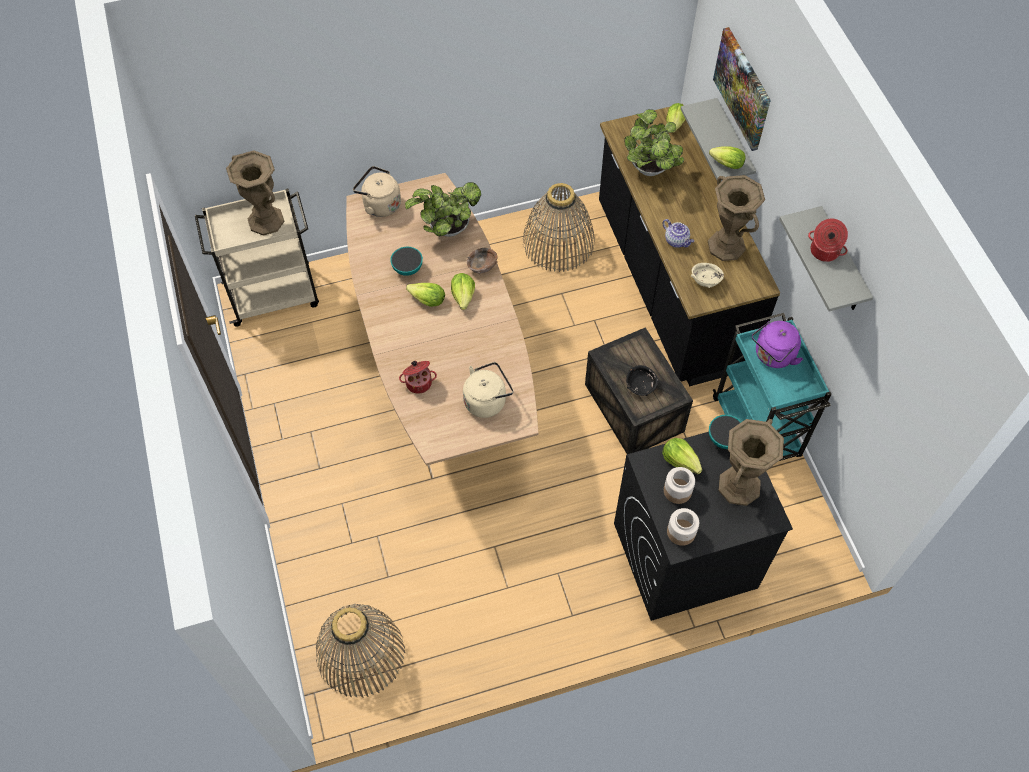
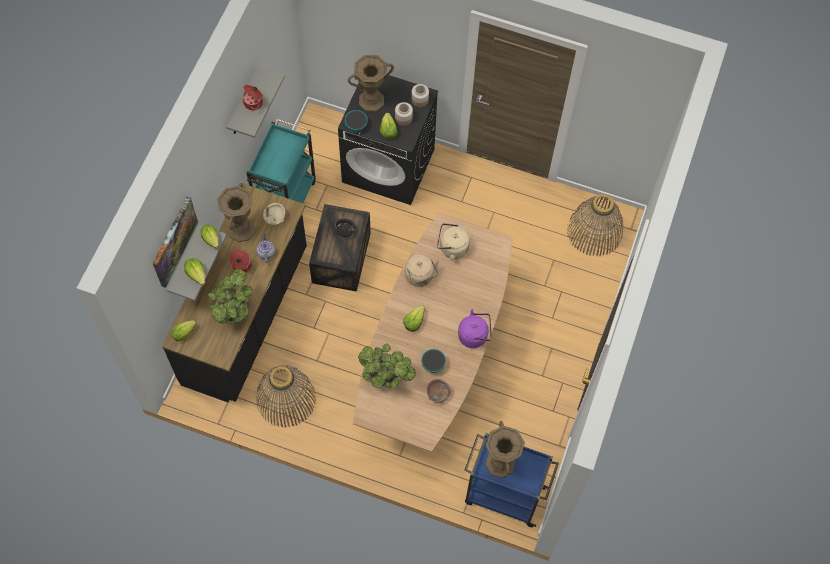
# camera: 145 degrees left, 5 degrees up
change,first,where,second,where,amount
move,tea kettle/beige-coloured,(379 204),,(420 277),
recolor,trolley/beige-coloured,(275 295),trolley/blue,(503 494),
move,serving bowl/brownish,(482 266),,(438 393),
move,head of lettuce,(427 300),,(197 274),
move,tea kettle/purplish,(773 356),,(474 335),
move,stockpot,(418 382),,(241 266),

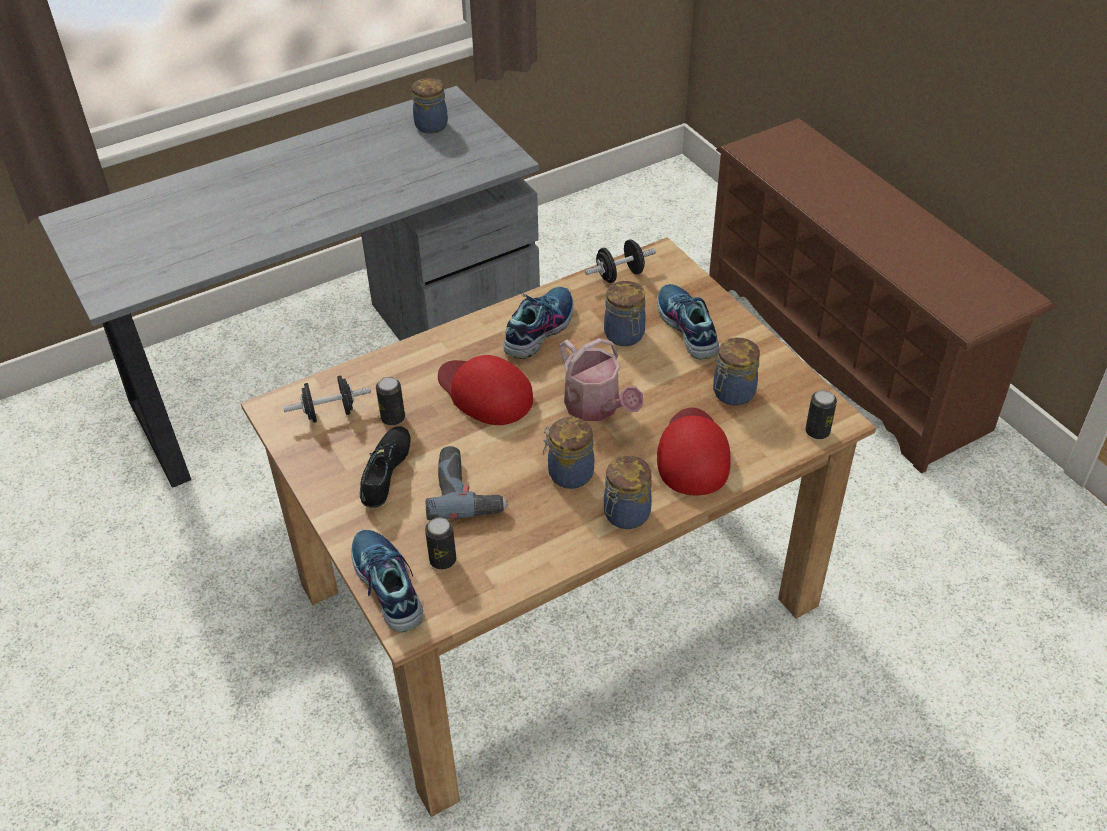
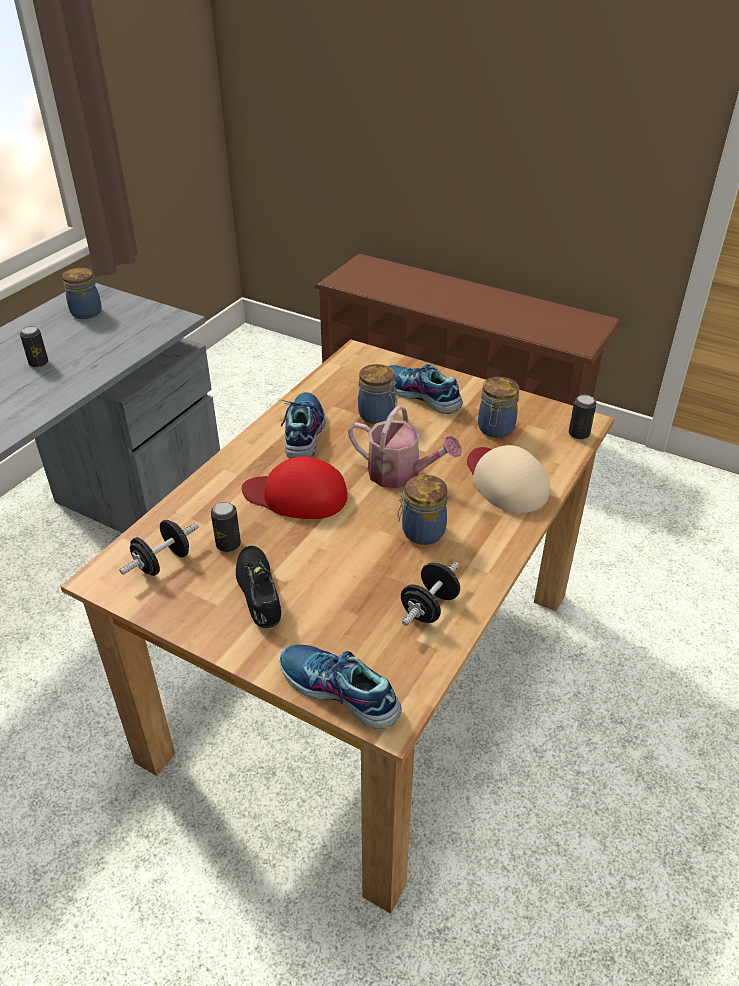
# camera: 30 degrees left, 5 degrees down
change,first,where,second,where,amount
move,dumbbell/blackish,(619 275),,(429 607),
recolor,peaked cap/reddish,(693 454),peaked cap/beige-coloured,(505 481),
delete,electric drill,(467 490),,,
delete,preserve jar,(625 515),,,
move,can,(443 560),,(39 363),

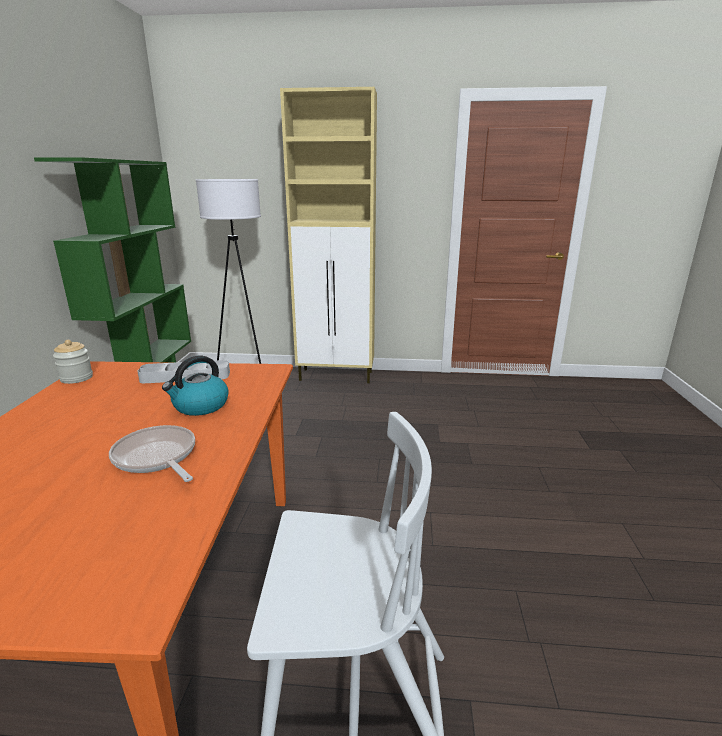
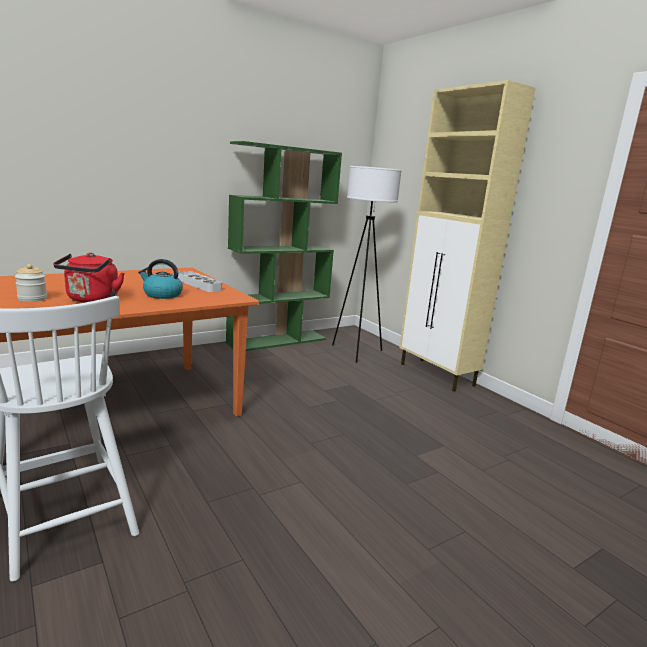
# camera: 50 degrees right, 5 degrees down
change,first,where,second,where,amount
move,preserve jar,(76 378),,(32 298),
replace,pan,(156 457),tea kettle/reddish,(91 300),

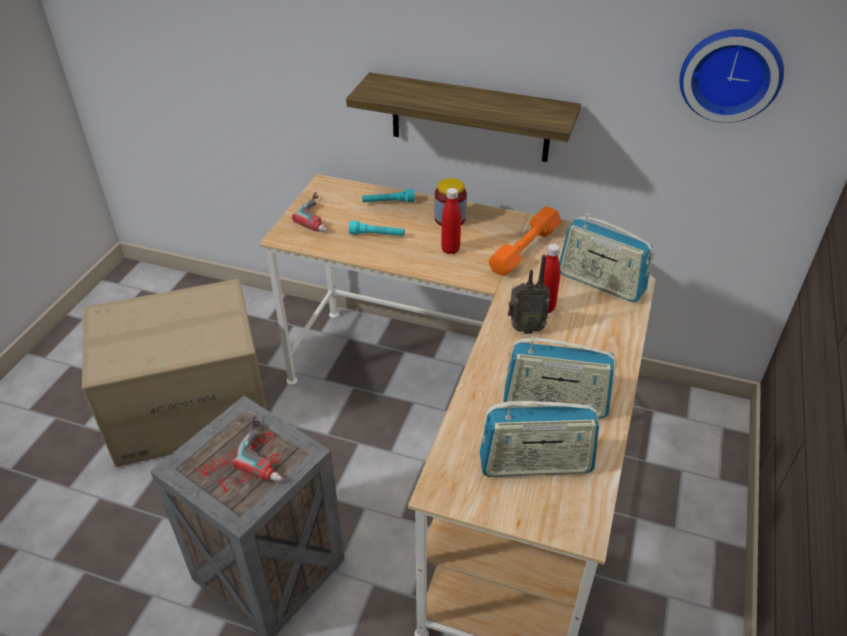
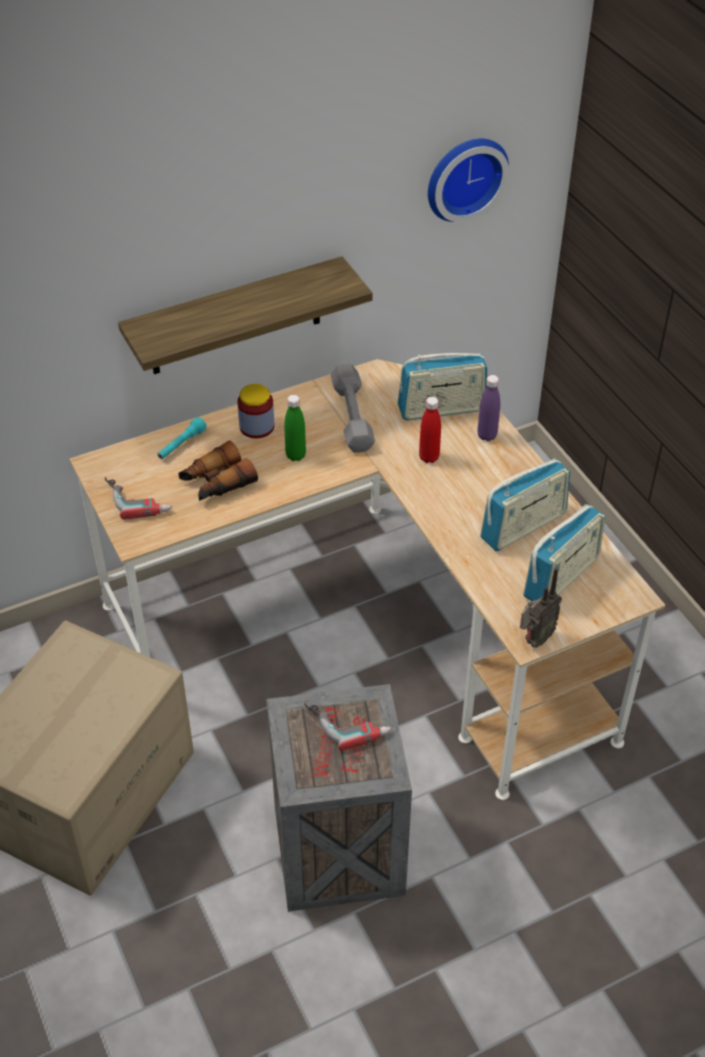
# camera: 45 degrees left, 5 degrees up
change,first,where,second,where,amount
recolor,drink bottle/reddish,(450 250),drink bottle/green-coloured,(295 455),
recolor,dumbbell/orange,(525 249),dumbbell/grey,(352 416),
replace,hand torch/turquoise-coloured,(377 235),field glasses,(216 482),
move,radio receiver,(525 328),,(535 639),
insert,,,drink bottle/purplish,(487 435),

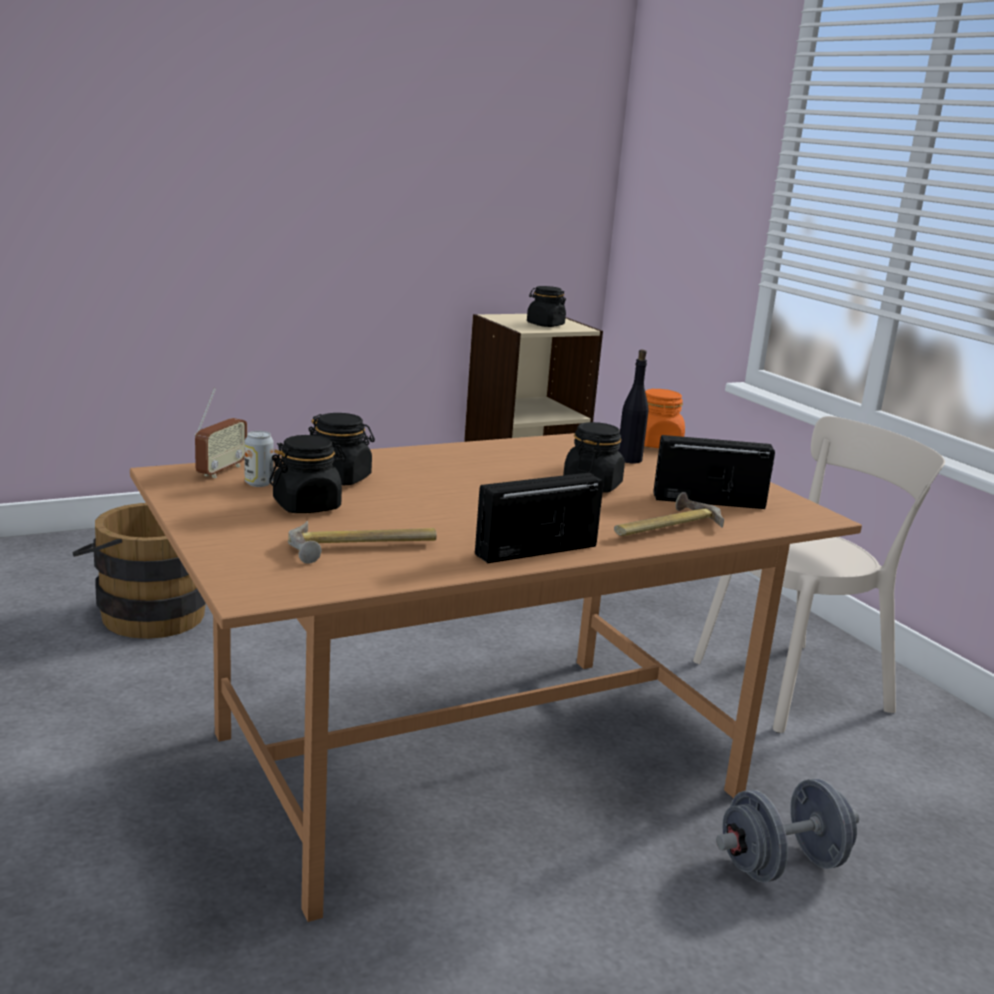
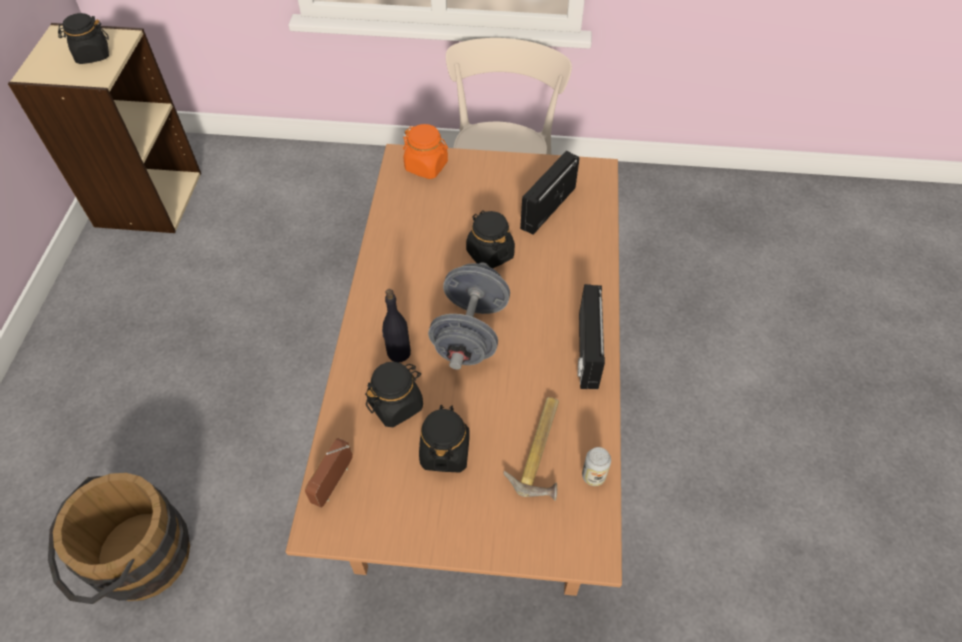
# camera: 55 degrees left, 35 degrees up
change,first,where,second,where,amount
move,drink bottle/blackish,(629 459),,(398 353),
rotate,radio receiver,(221 471),,(334 482),120 degrees counterclockwise
move,can,(259 483),,(593 476),
delete,tool hammer,(663 527),,,
move,dumbbell/grey,(782 865),,(470 333),

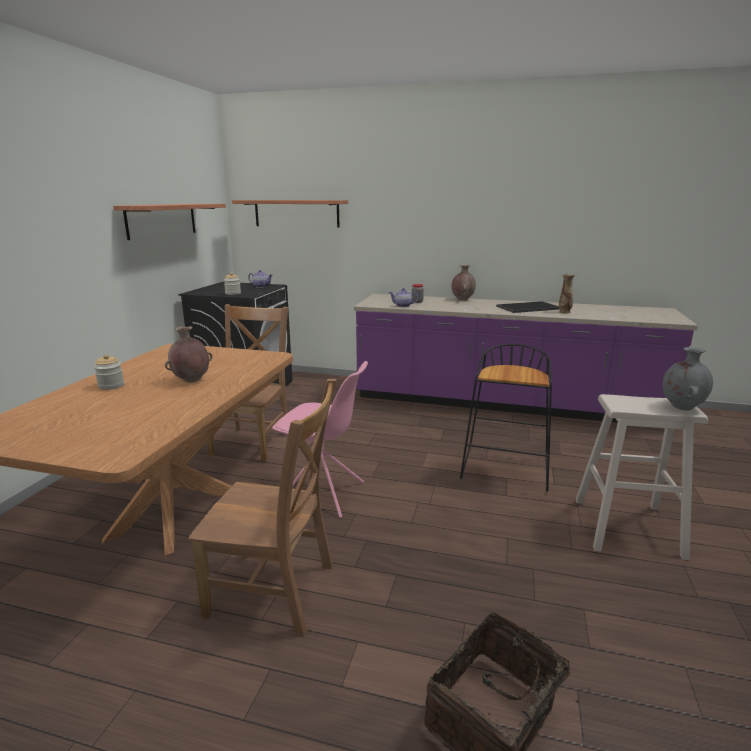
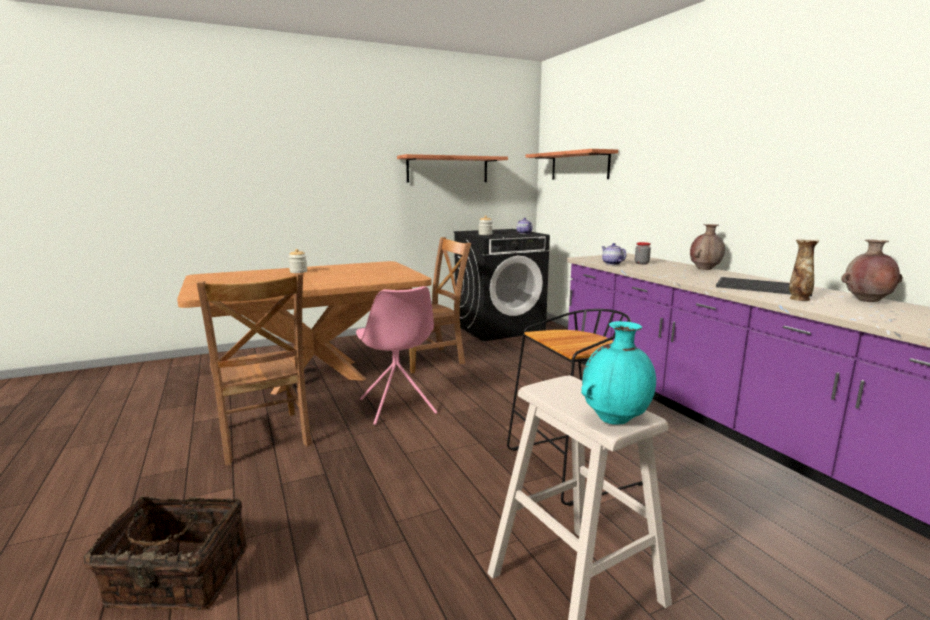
# camera: 50 degrees right, 5 degrees down
change,first,where,second,where,amount
move,flower vase/brownish,(191 380),,(866 300),
recolor,flower vase/grey,(681 407),flower vase/turquoise-coloured,(615 419),

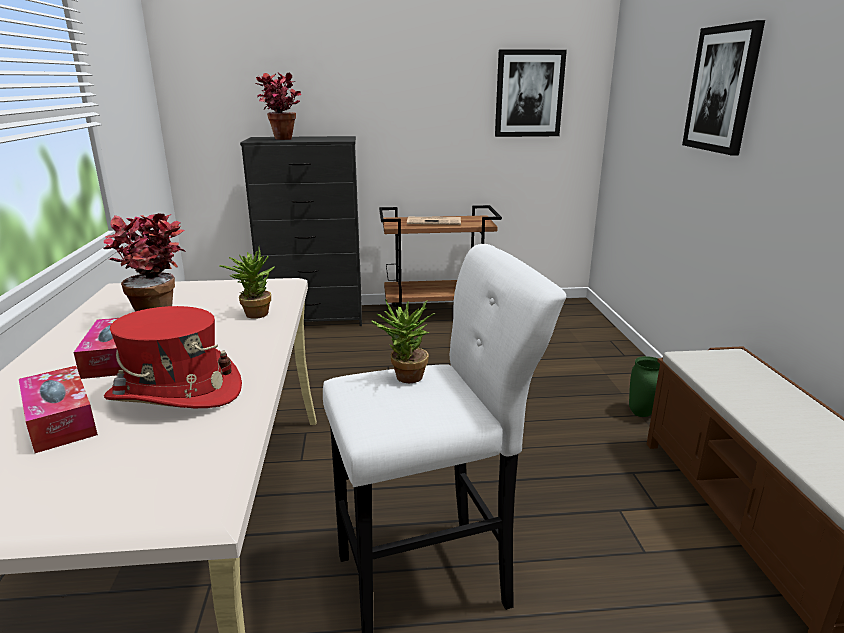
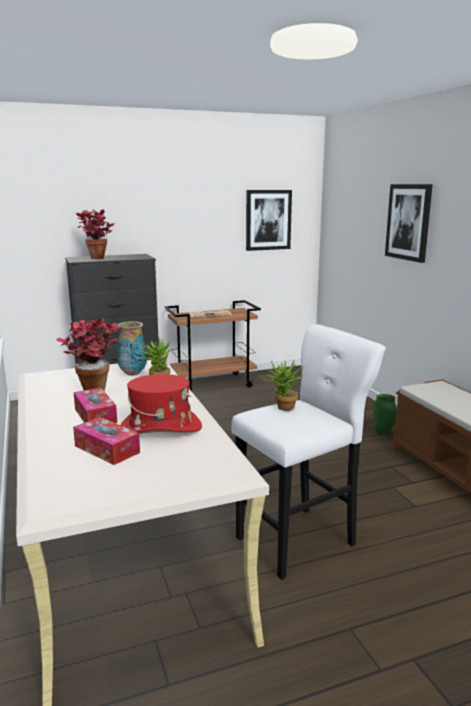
# camera: 15 degrees left, 5 degrees down
change,first,where,second,where,amount
insert,,,flower vase,(133 373),

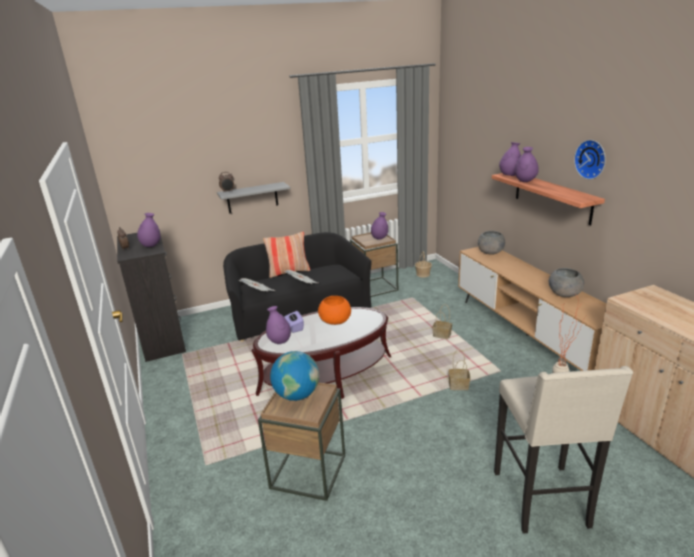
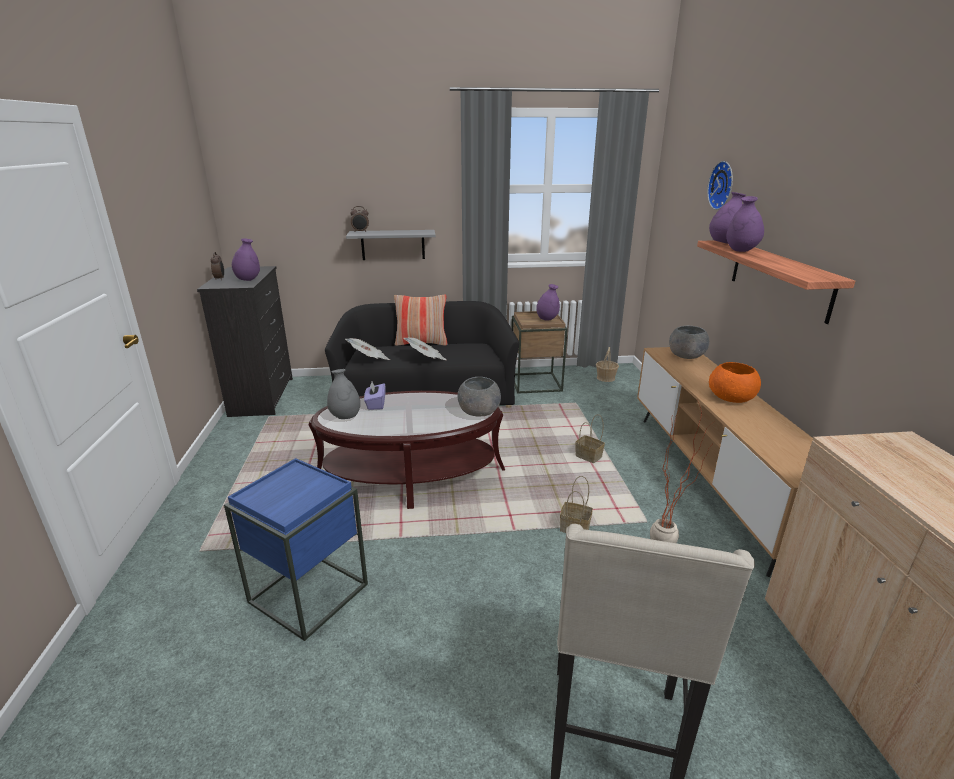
# camera: 15 degrees right, 0 degrees up
change,first,where,second,where,amount
move,hanging clock,(592 159),,(723 185),
move,serving bowl/grey,(564 294),,(479 412),
move,serving bowl/orange,(334 321),,(730 398),
recolor,flower vase/purplish,(279 341),flower vase/grey,(345 417),
delete,world globe,(297 395),,,
recolor,accent table/brownish,(308 471),accent table/blue,(308 593),

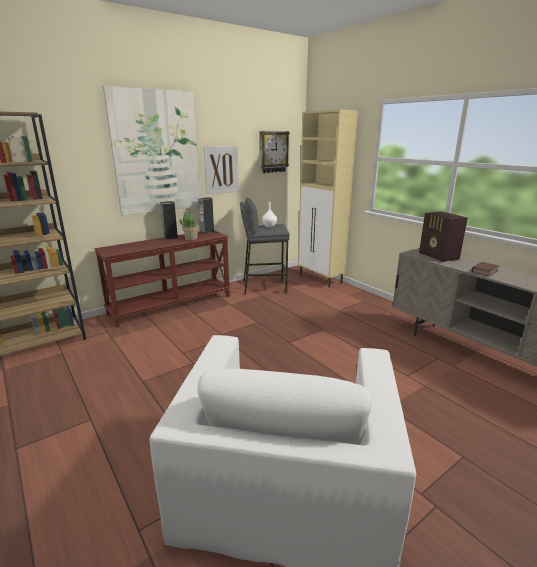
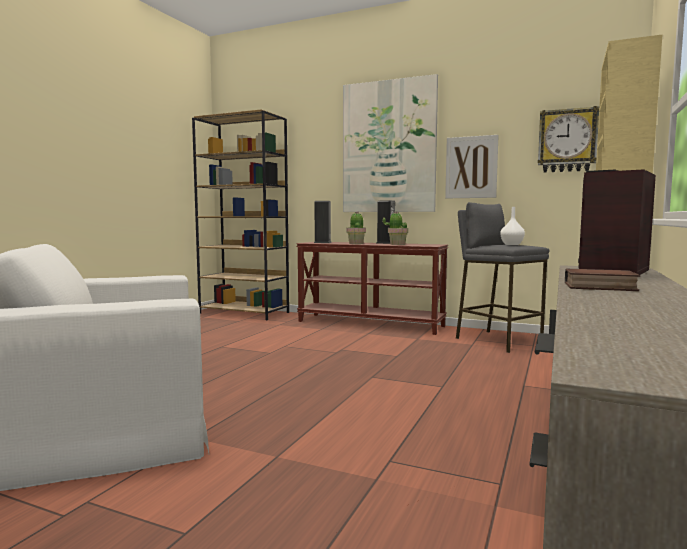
# camera: 60 degrees right, 15 degrees down
change,first,where,second,where,amount
move,speaker,(207 232),,(322 242),
insert,,,houseplant,(356 243),

